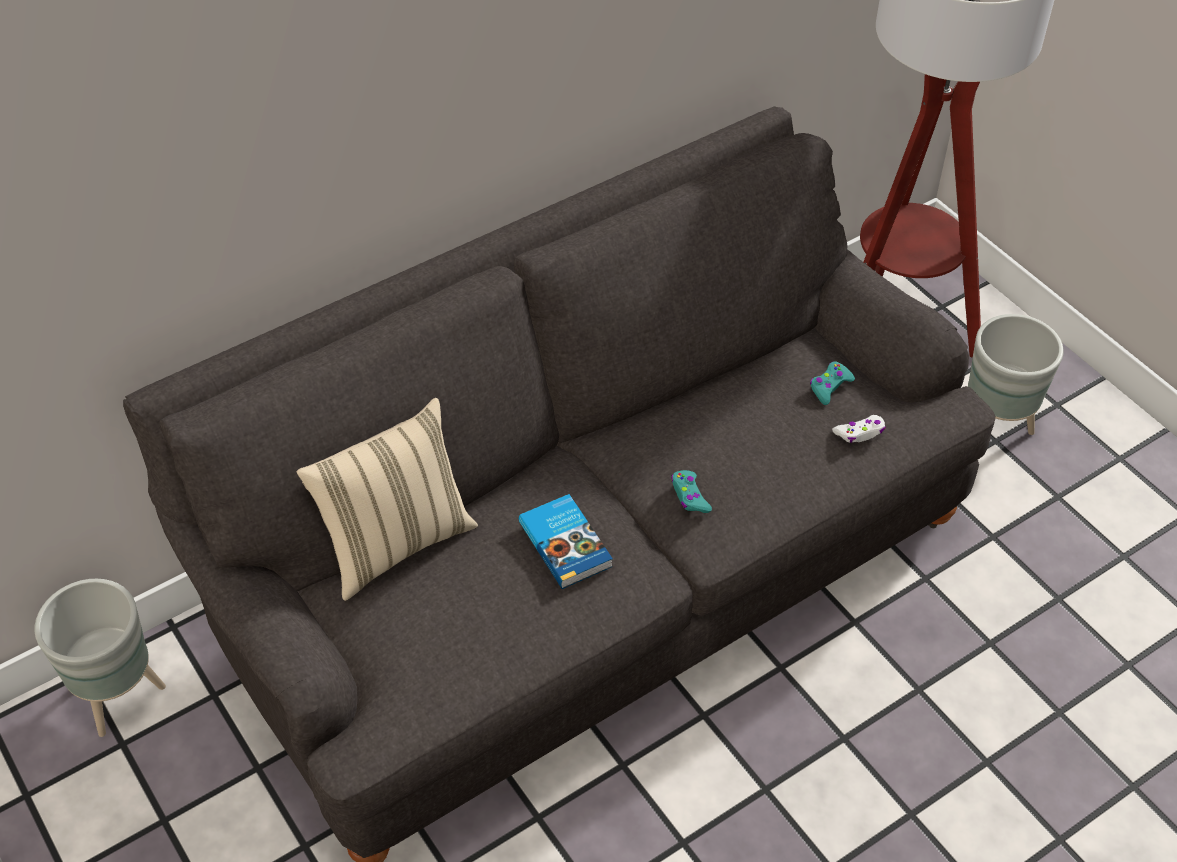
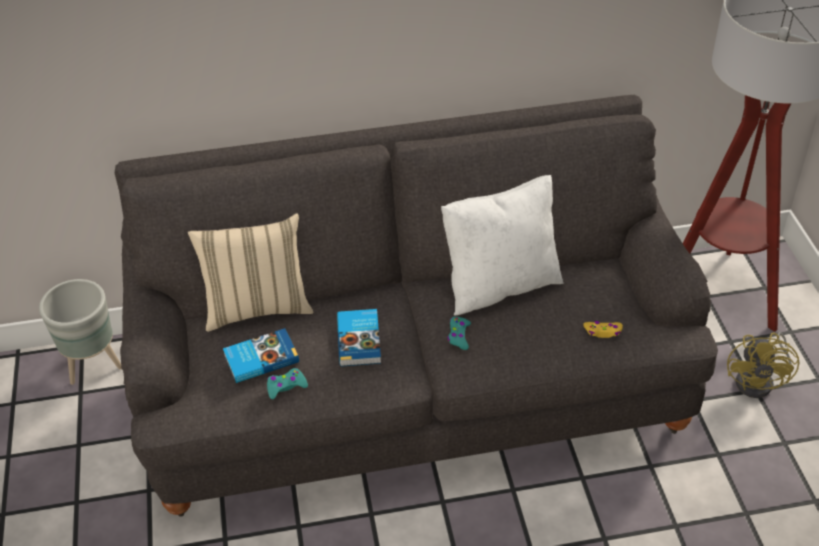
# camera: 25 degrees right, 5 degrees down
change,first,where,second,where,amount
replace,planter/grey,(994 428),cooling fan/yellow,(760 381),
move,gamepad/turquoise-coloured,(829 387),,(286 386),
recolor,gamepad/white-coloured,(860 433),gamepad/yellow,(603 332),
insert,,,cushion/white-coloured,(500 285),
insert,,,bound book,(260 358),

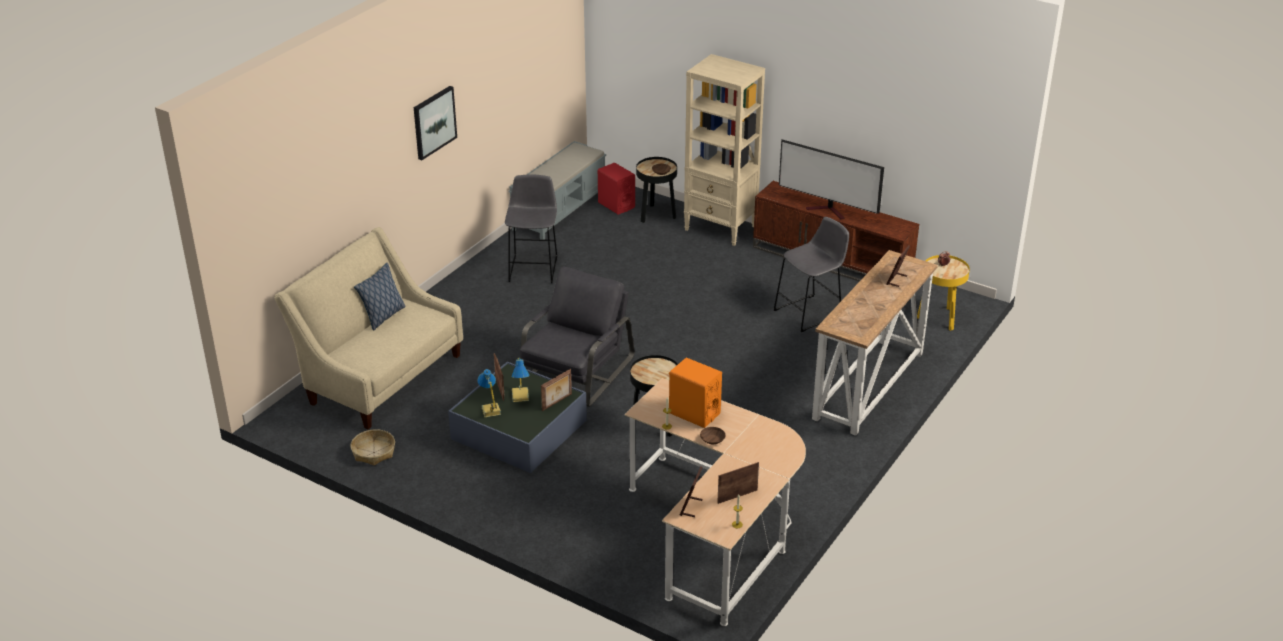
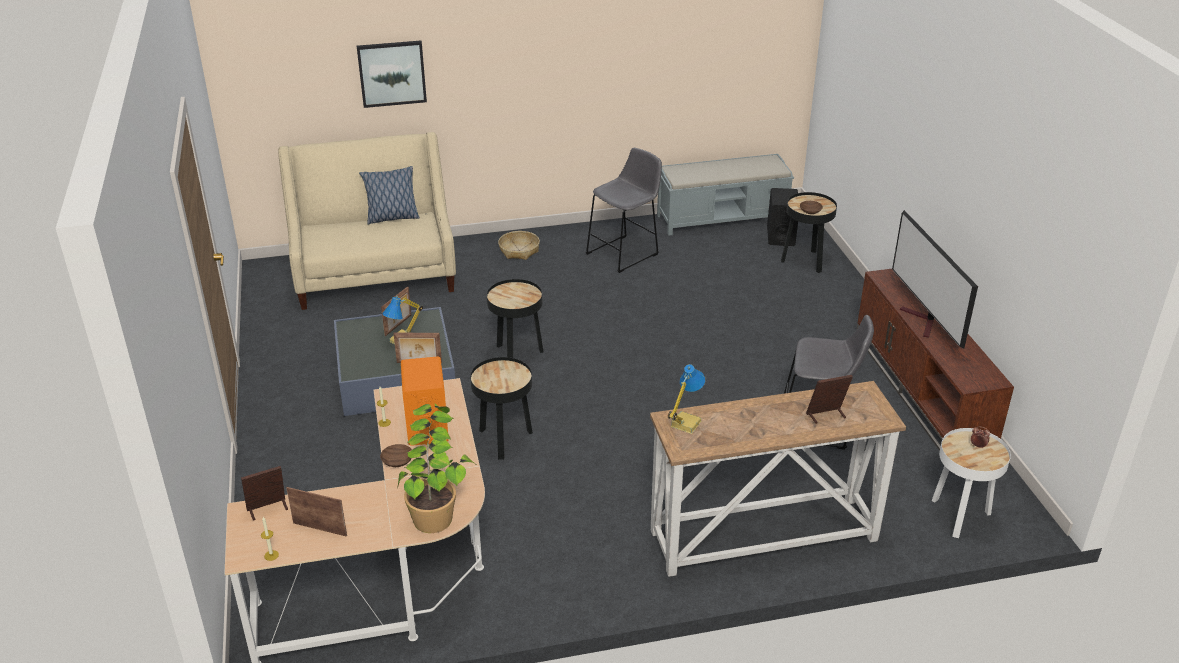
# camera: 45 degrees right, 0 degrees up
change,first,where,second,where,amount
delete,bookshelf/beige-coloured,(721 228),,,
move,wall picture,(434 122),,(392 73),
recolor,speaker/reddish,(616 205),speaker/blackish,(780 236),
recolor,accent table/yellow,(939 318),accent table/white-coloured,(959 516),
replace,easy chair/grey,(576 371),accent table/blackish,(517 355),
move,lamp for a table,(490 411),,(684 423),
move,basket,(373 452),,(519 250),
insert,,,houseplant,(437 505),

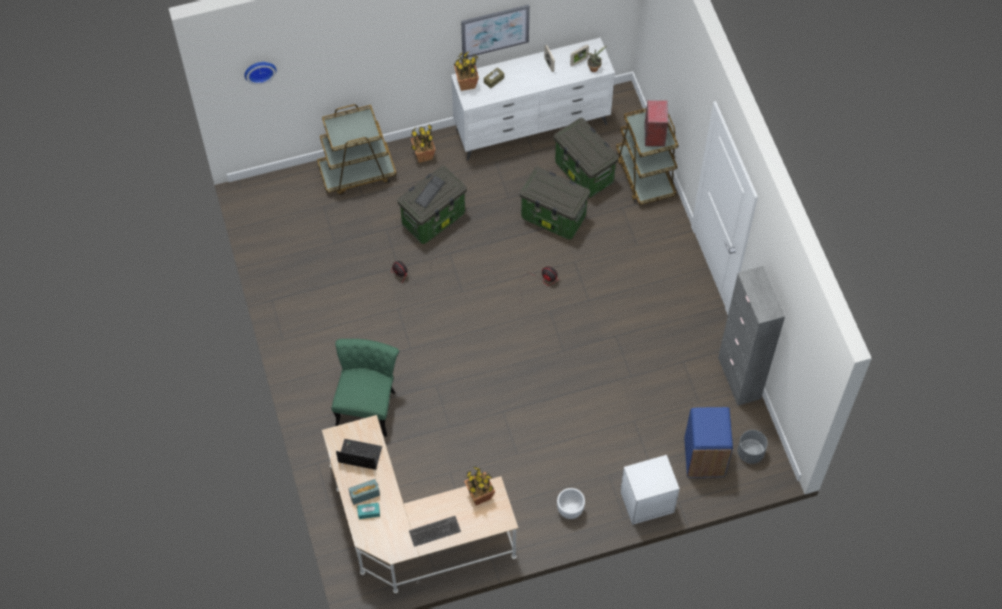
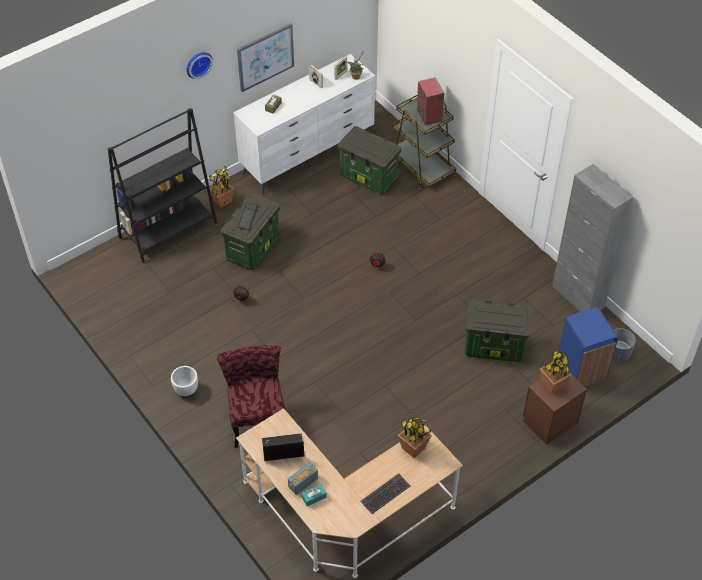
# camera: 20 degrees left, 10 degrees down
change,first,where,second,where,amount
move,houseplant,(466 83),,(552 385),
move,hanging clock,(259 70),,(198 63),
replace,trolley/brownish,(357 172),bookshelf/blackish,(168 230),
move,storage box,(554 217),,(495 346),
recolor,plain chair/green-coloured,(367 403),plain chair/reddish,(257 416),
recolor,bedside table/white-coloured,(645 501),bedside table/brownish,(548 421),
move,planter/white-coloured,(570 510),,(186 390),

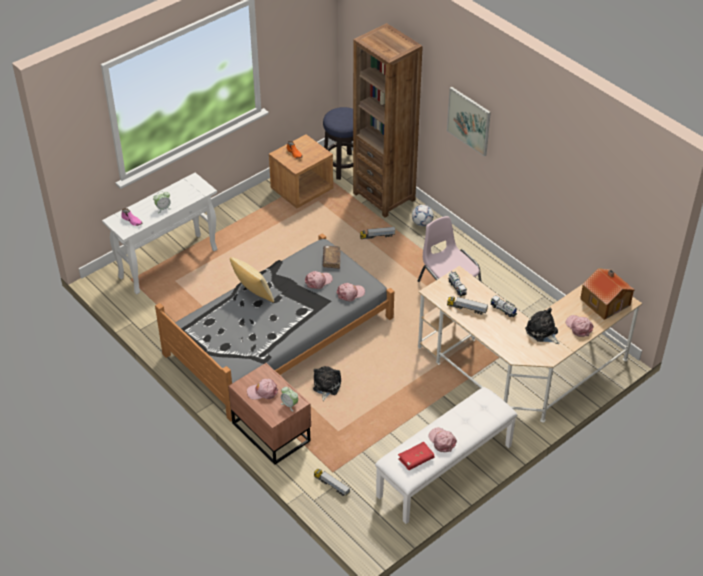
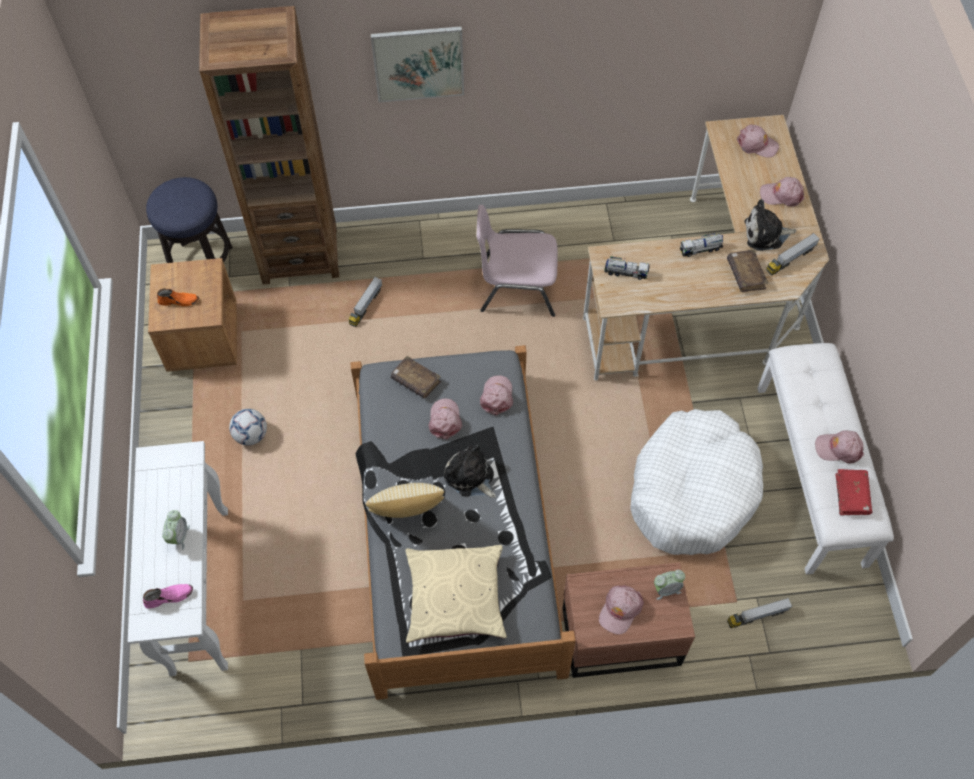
# camera: 55 degrees left, 15 degrees up
change,first,where,second,where,amount
move,ball for football,(422 223),,(251 435),
replace,miniature house,(605 301),peaked cap/pink-coloured,(756 144),
move,toy lorry,(466 308),,(791 259),
move,soft toy,(326 387),,(470 477),
insert,,,bound book/brownish,(745 275),
insert,,,dog bed/white-coloured,(692 490),
insert,,,cushion/beige-coloured,(455 598),

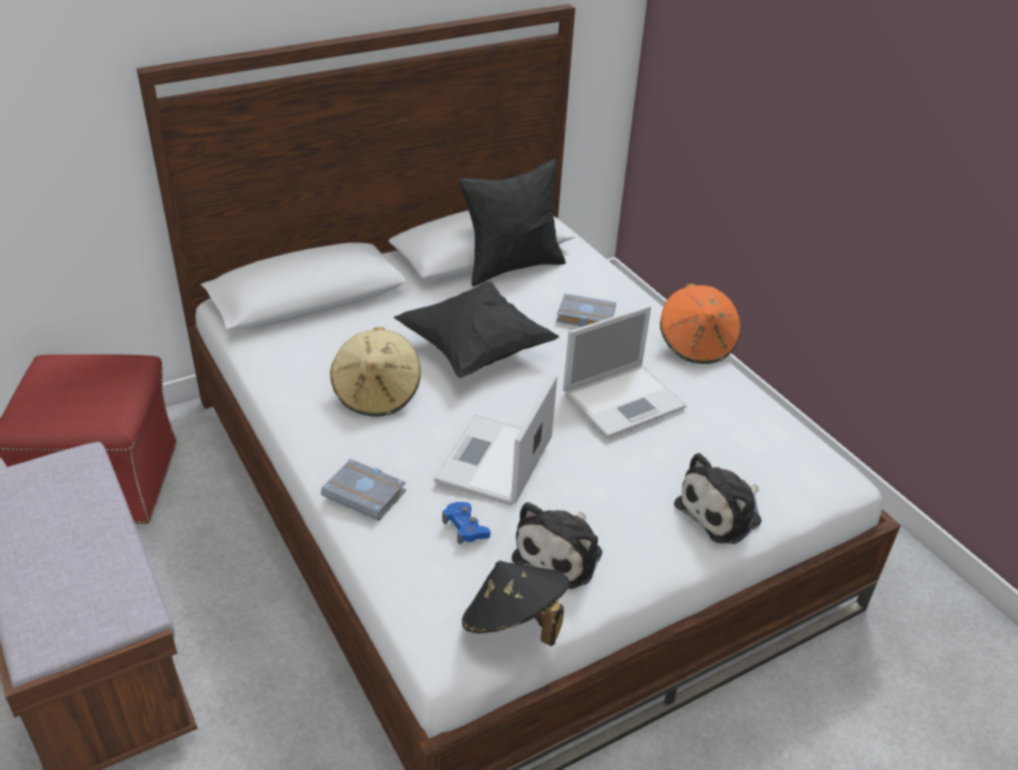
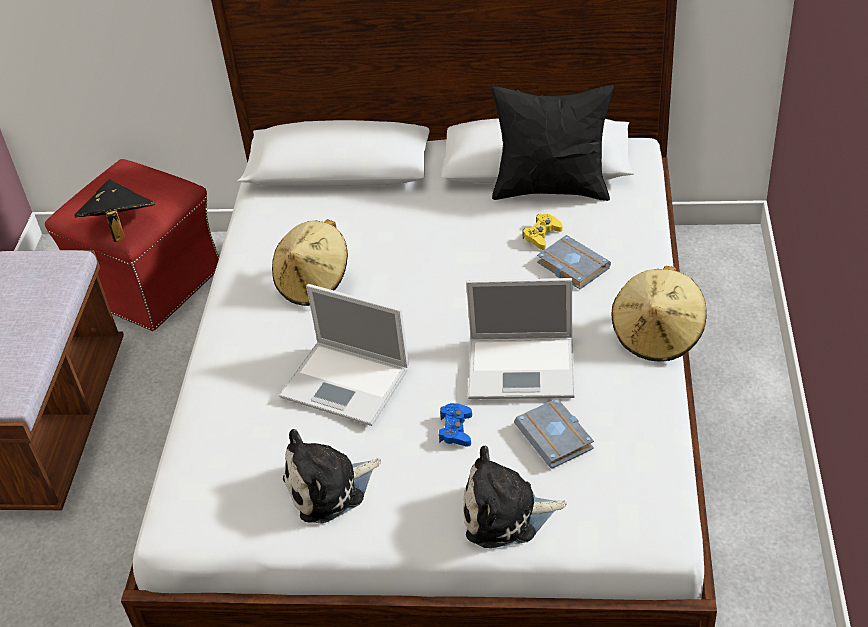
# camera: 40 degrees right, 5 degrees up
change,first,where,second,where,amount
delete,cushion/blackish,(475 350),,,
recolor,clothing hat/orange,(696 345),clothing hat/beige-coloured,(658 335),
rotate,notebook computer,(494 462),,(347 383),120 degrees counterclockwise
move,bound book/grey,(366 493),,(557 437),
move,gamepad/blue,(465 528),,(456 429),
move,clothing hat/blackish,(513 624),,(120 229),
insert,,,gamepad/yellow,(542 235),

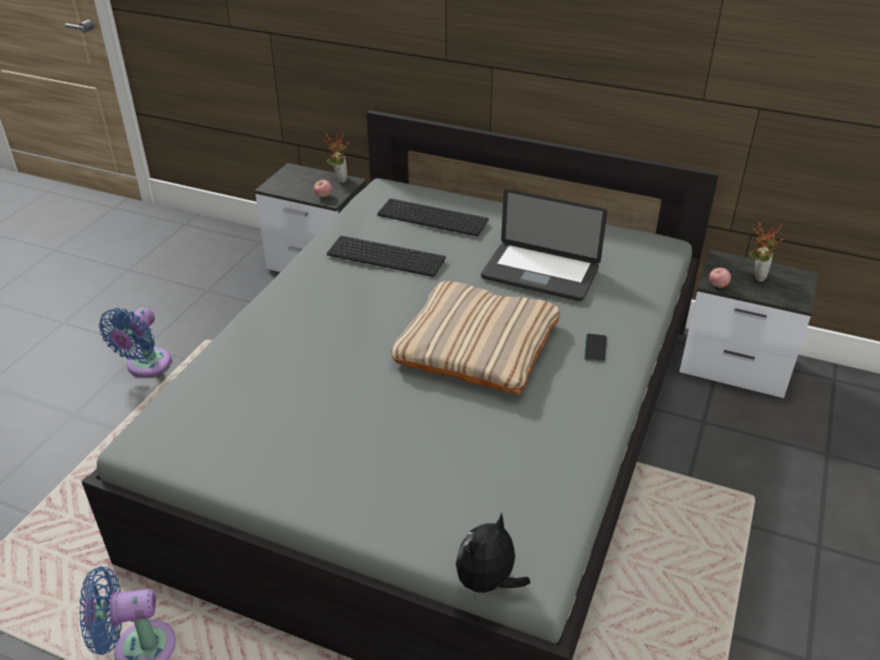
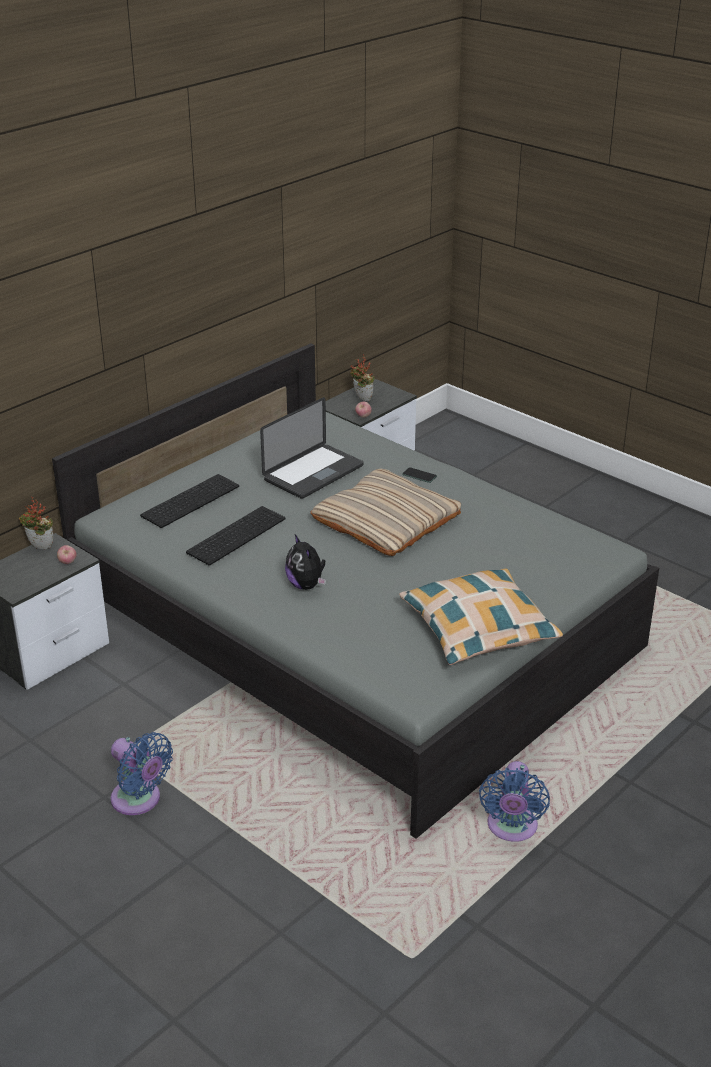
# camera: 70 degrees left, 5 degrees down
change,first,where,second,where,amount
move,soft toy,(487 583),,(306 585),
insert,,,cushion,(478 628),

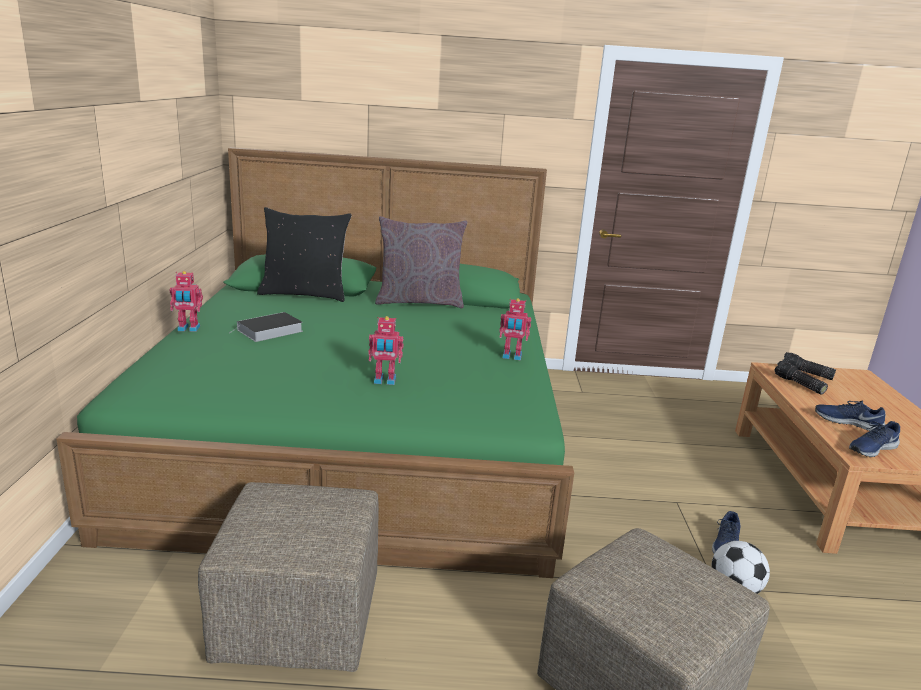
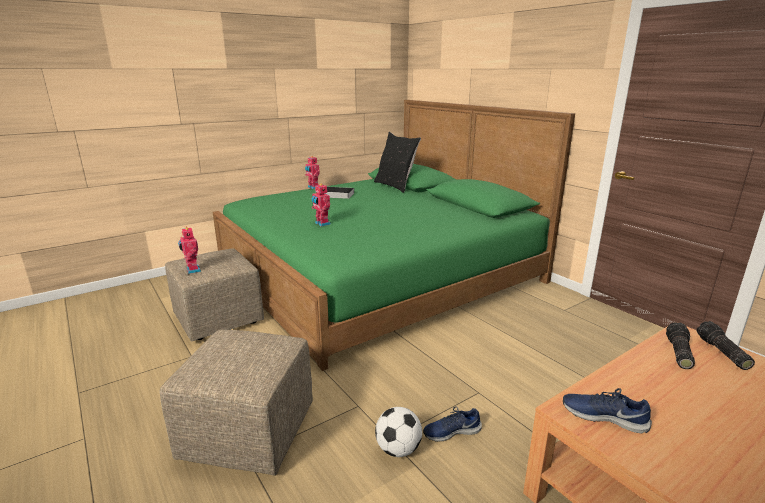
# camera: 55 degrees right, 0 degrees up
change,first,where,second,where,amount
delete,cushion/grey,(419 302),,,
move,robot figure,(512 357),,(192 270),
delete,item of footwear/blue,(847 422),,,

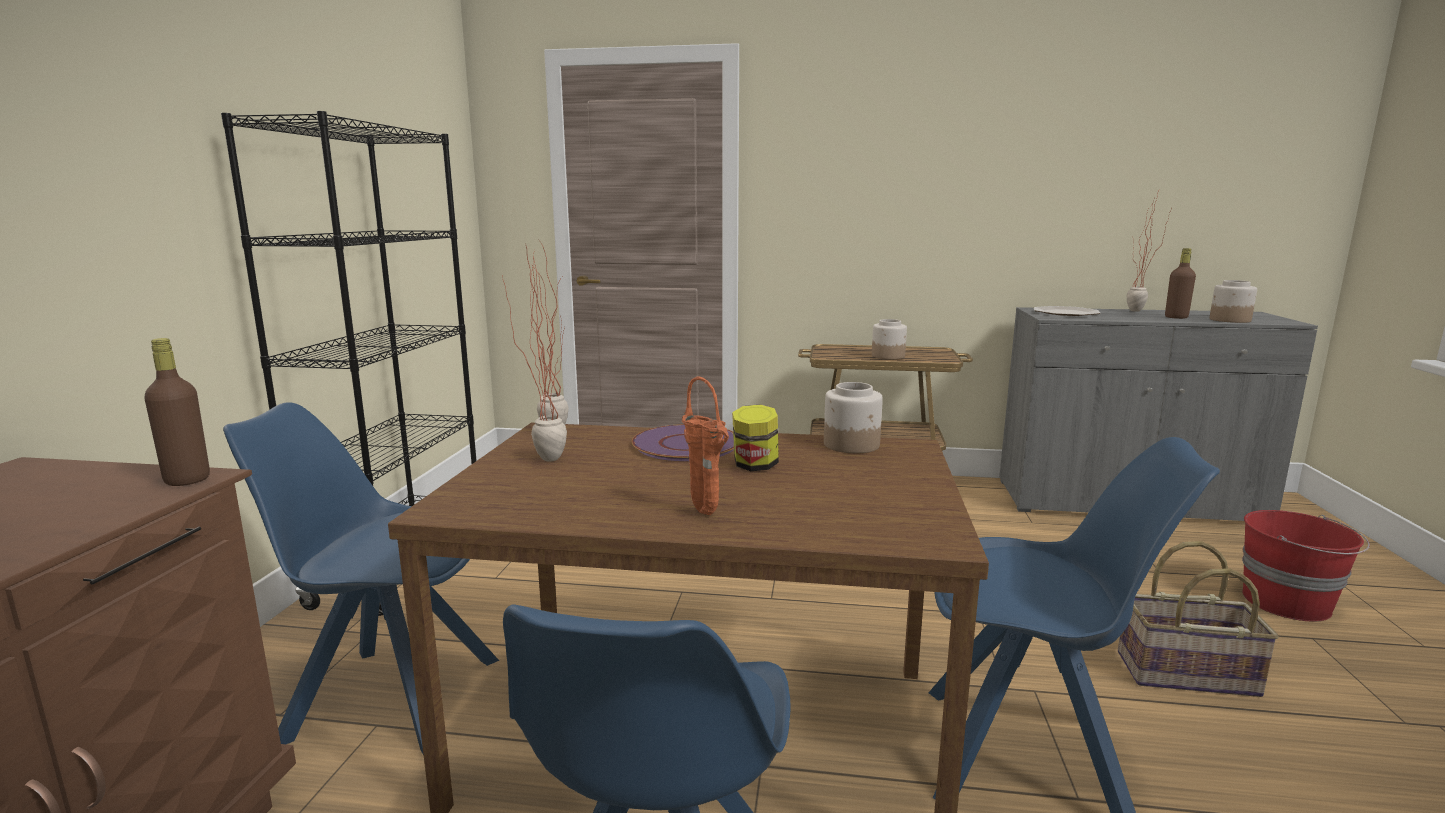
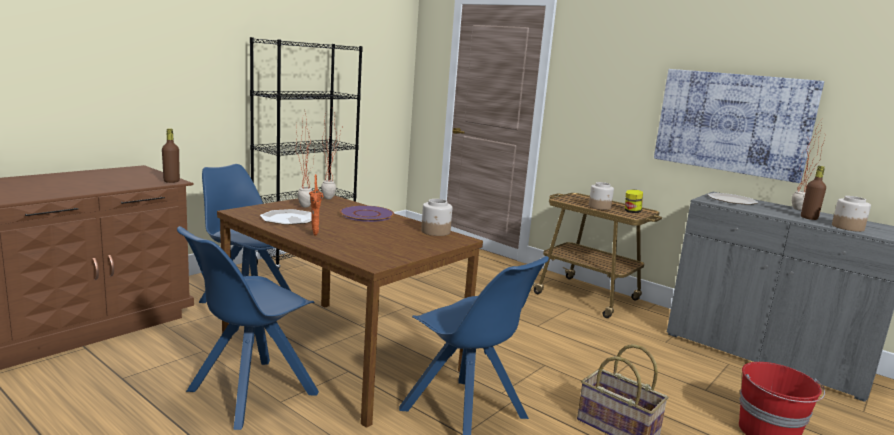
# camera: 30 degrees right, 0 degrees up
change,first,where,second,where,amount
move,preserve jar,(755 466),,(632 212),
insert,,,wall picture,(733 122),
insert,,,dinner plate,(288 218),

